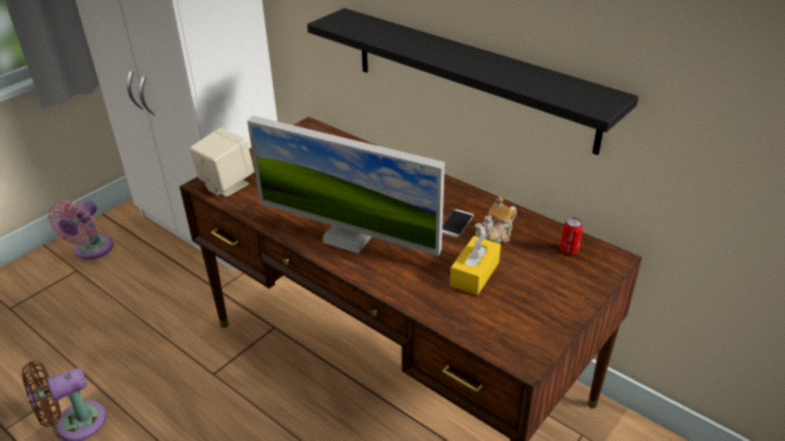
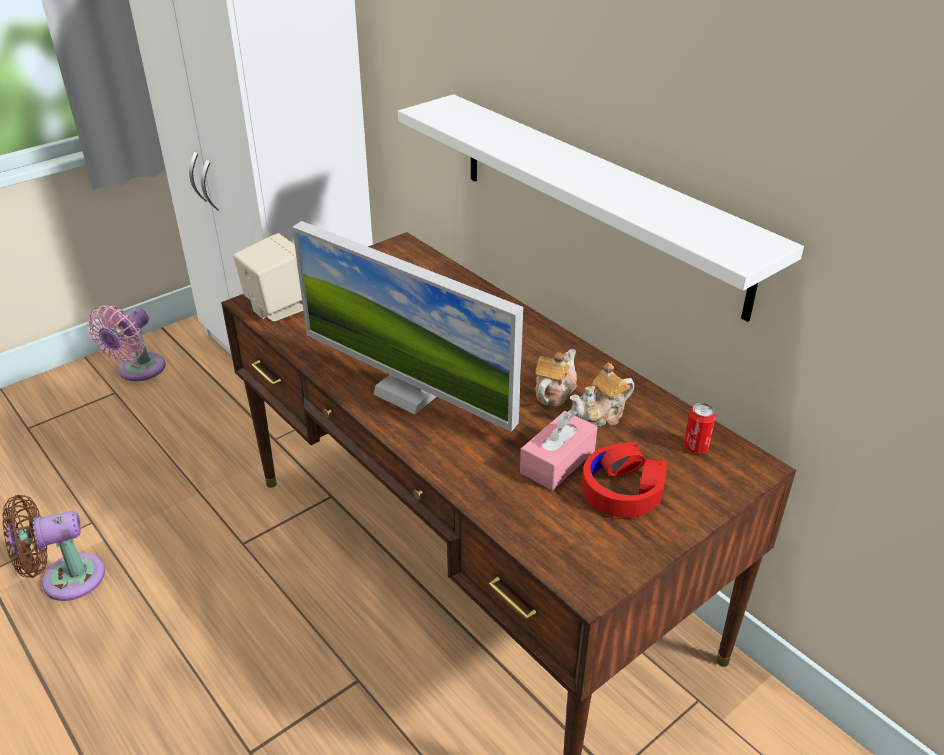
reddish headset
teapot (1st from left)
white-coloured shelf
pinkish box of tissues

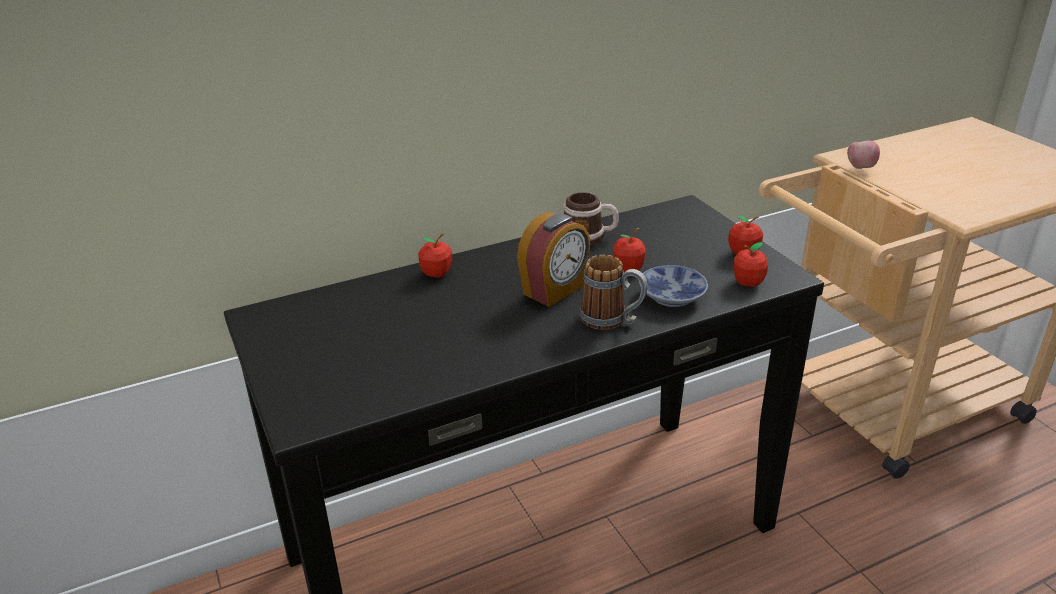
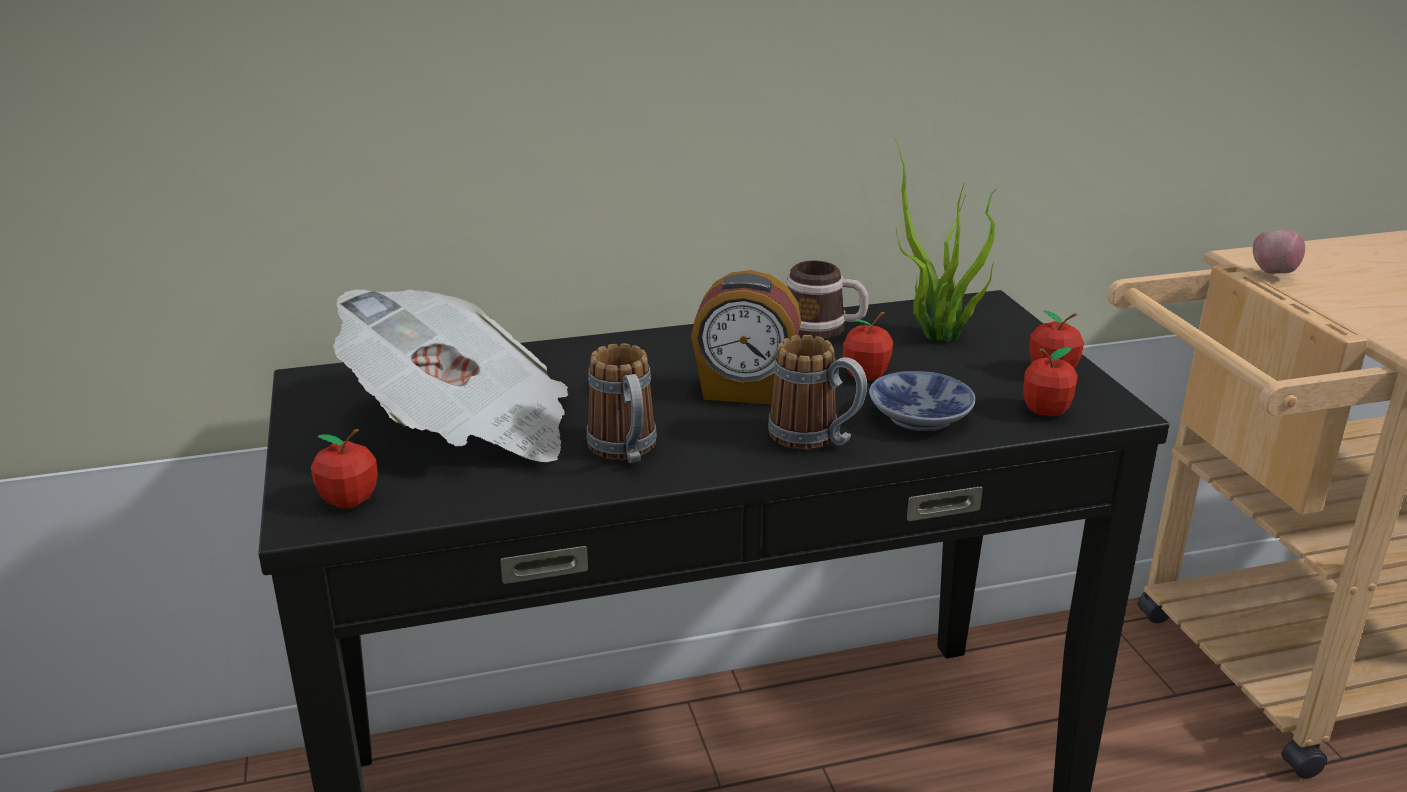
newspaper
coffee mug (1st from left)
potted plant
apple (1st from left)
alarm clock

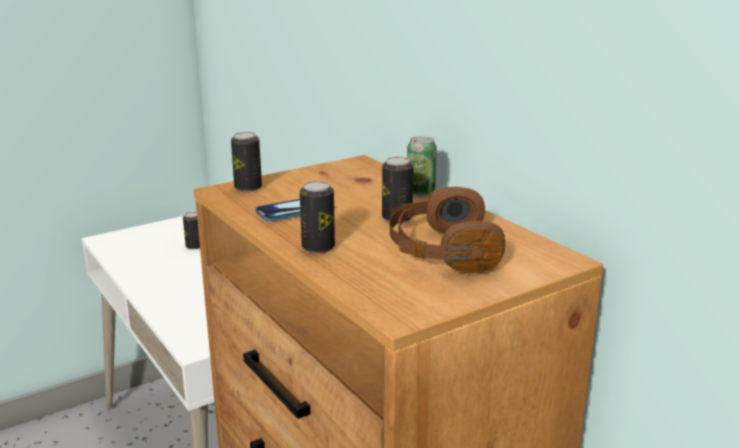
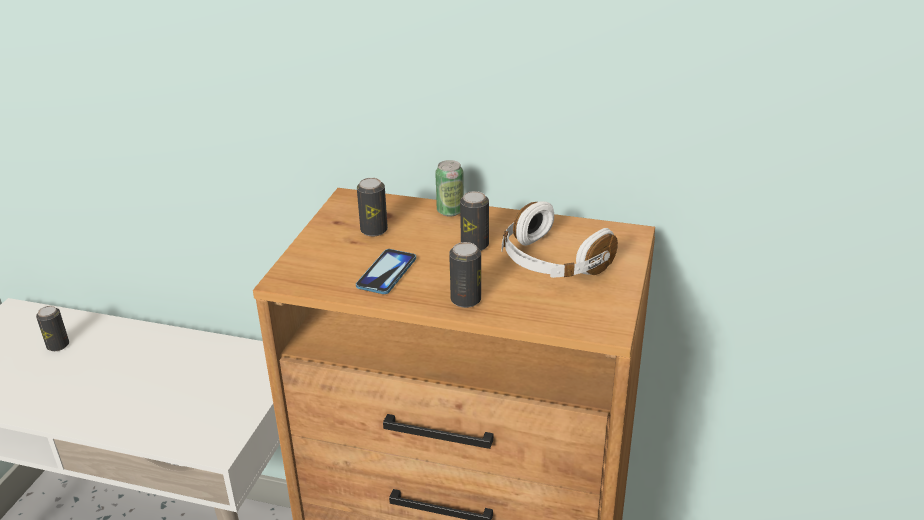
metal can (2nd from left)
white-coloured headset

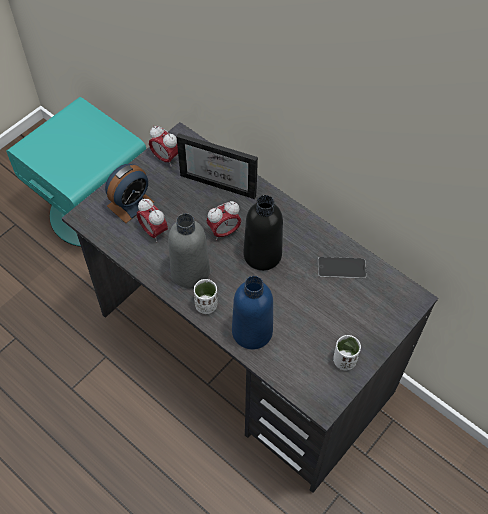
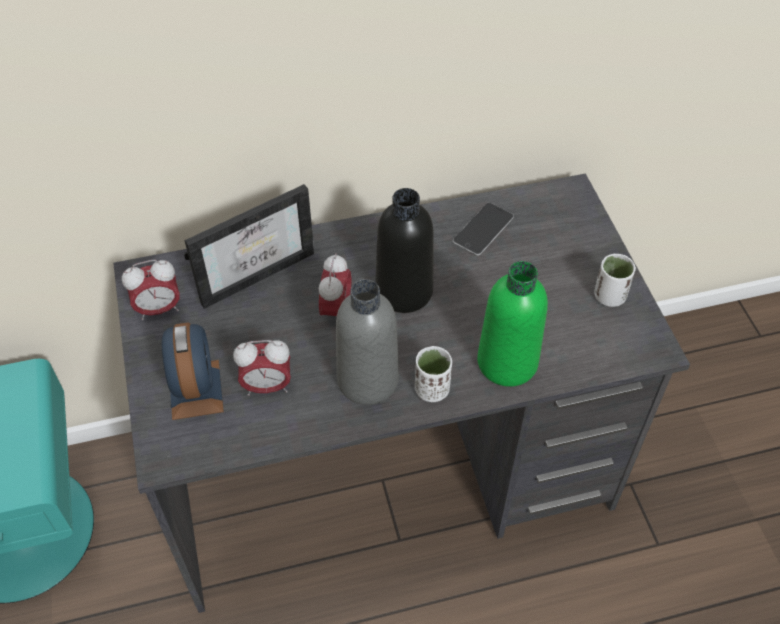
greenish drink bottle

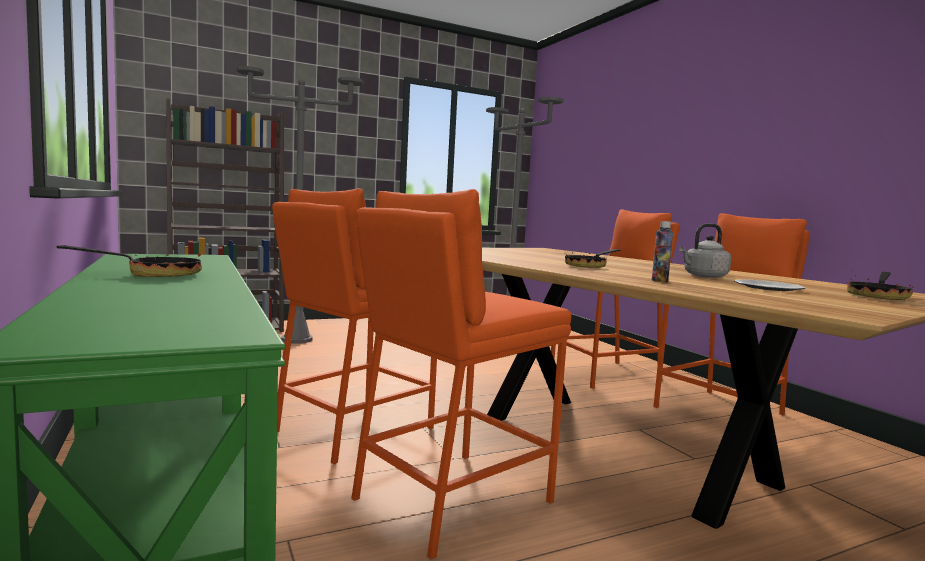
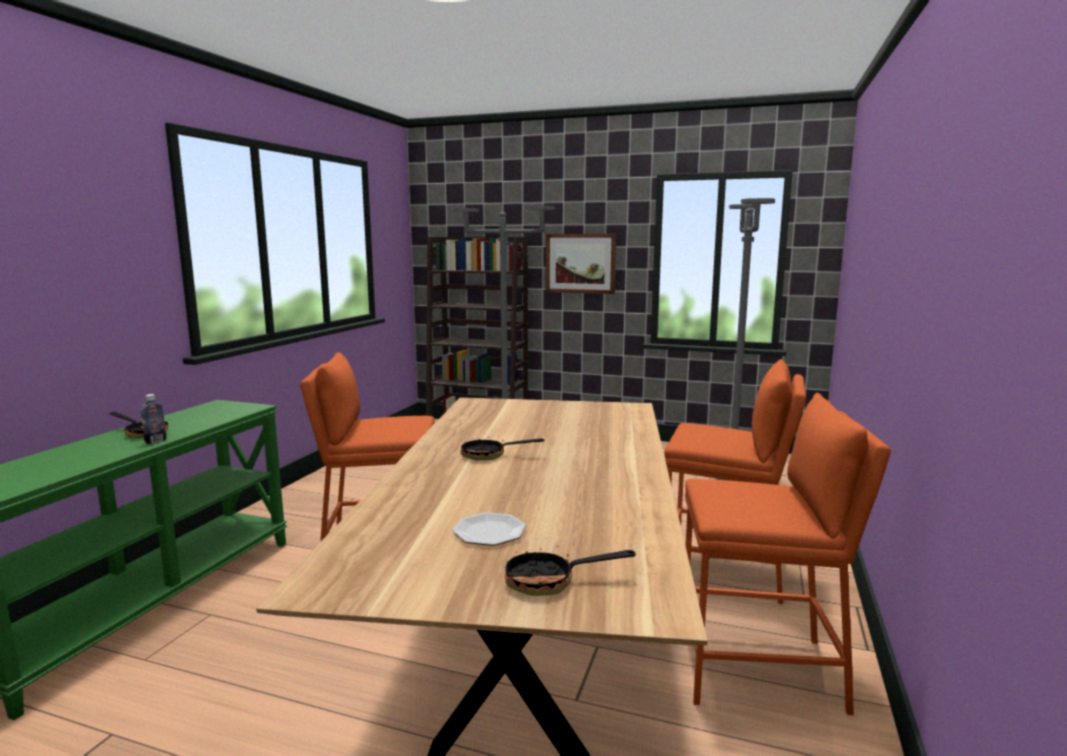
orange stool seat (2nd from left in the first image)
gray kettle
wall picture
drink bottle

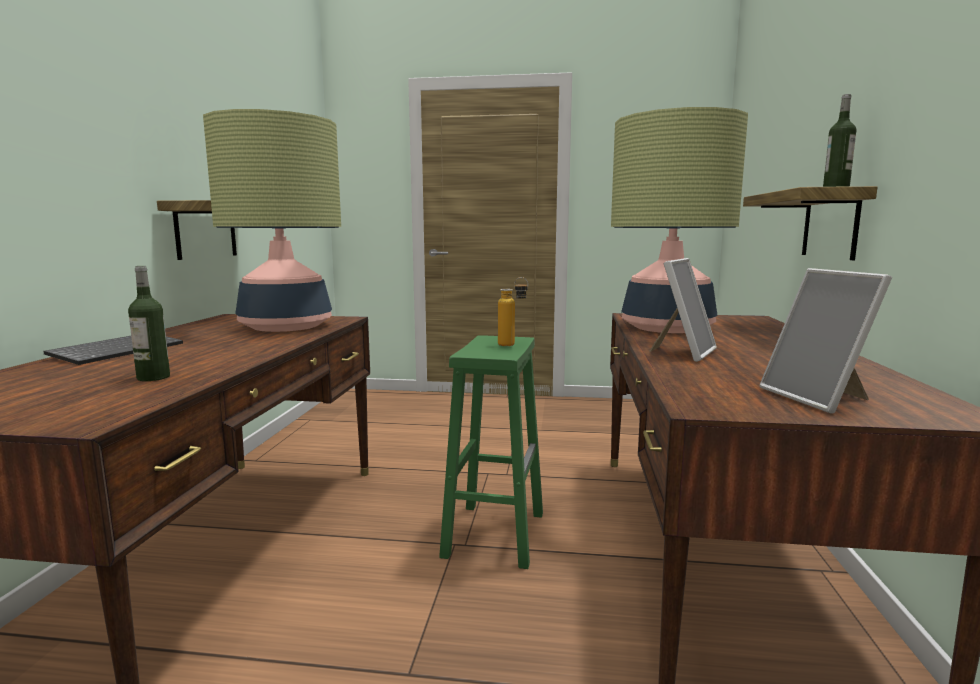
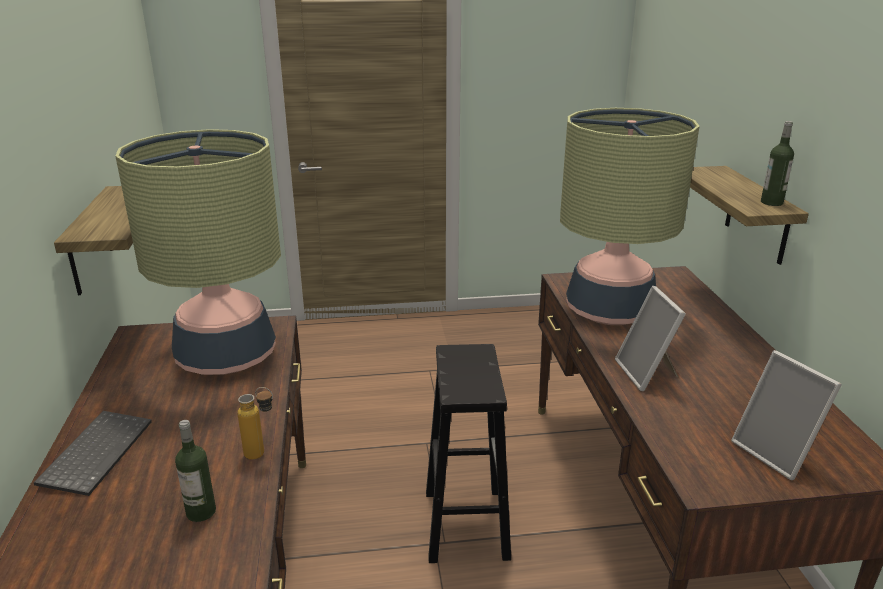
drink bottle (2nd from left)
black-coloured stool seat
photo frame (1st from left)

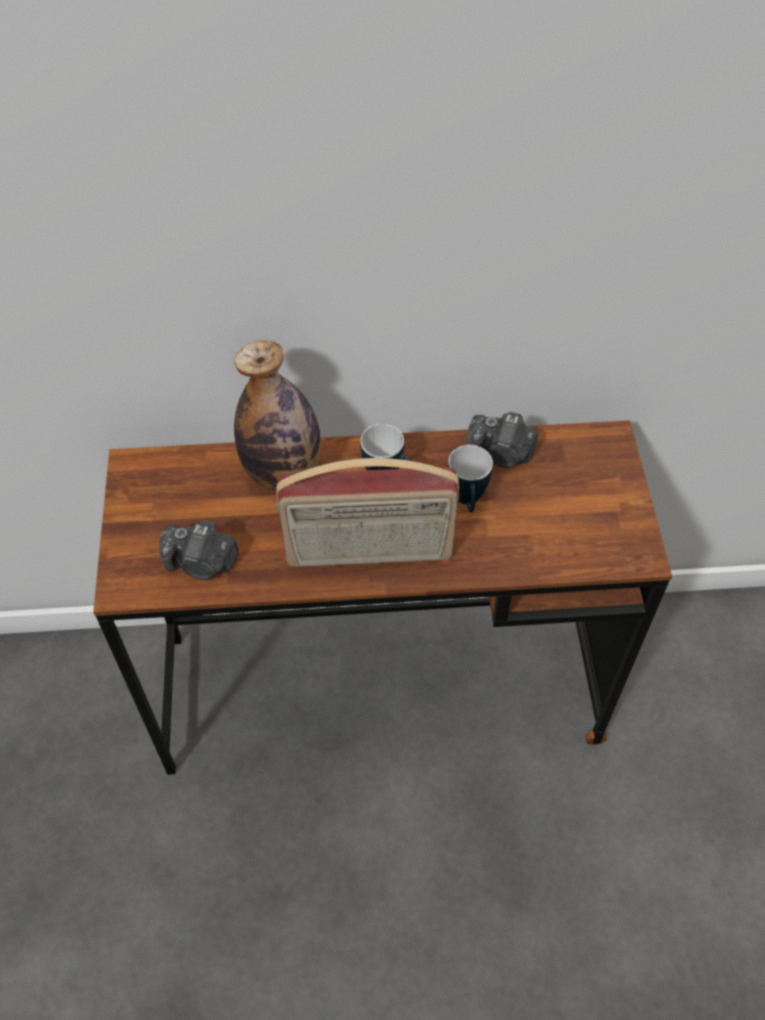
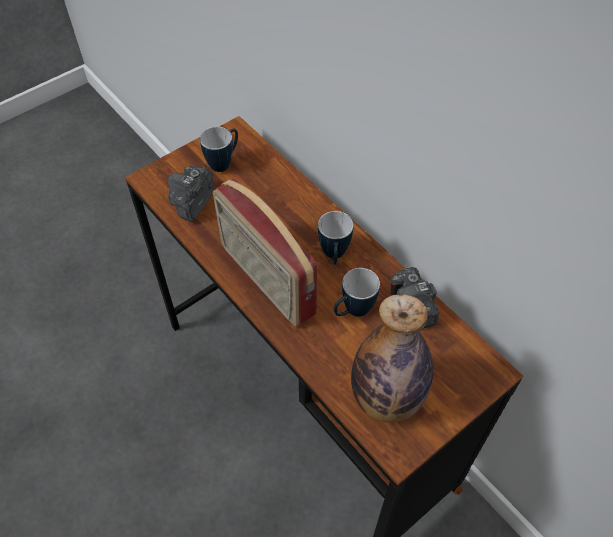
coffee mug (1st from left)
drink bottle
photo camera (1st from left)

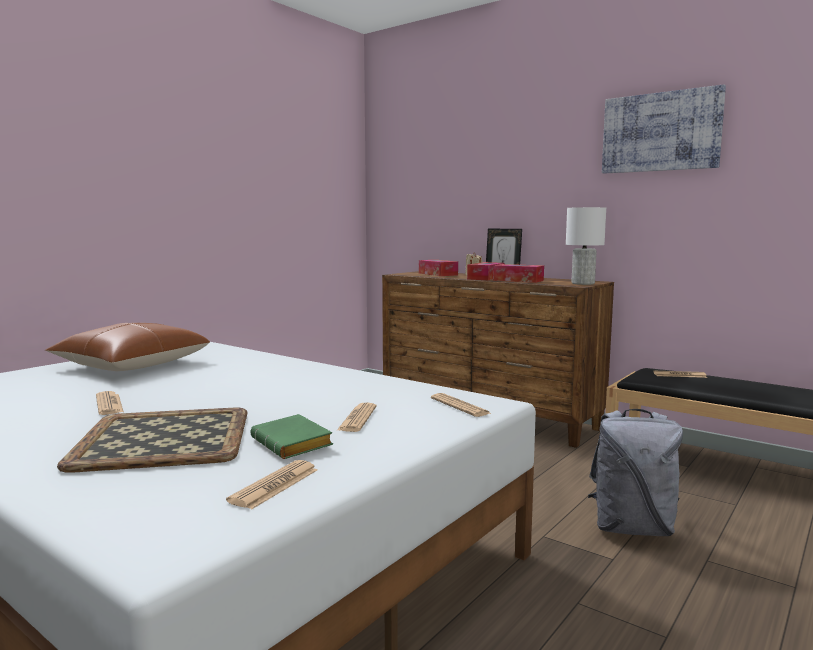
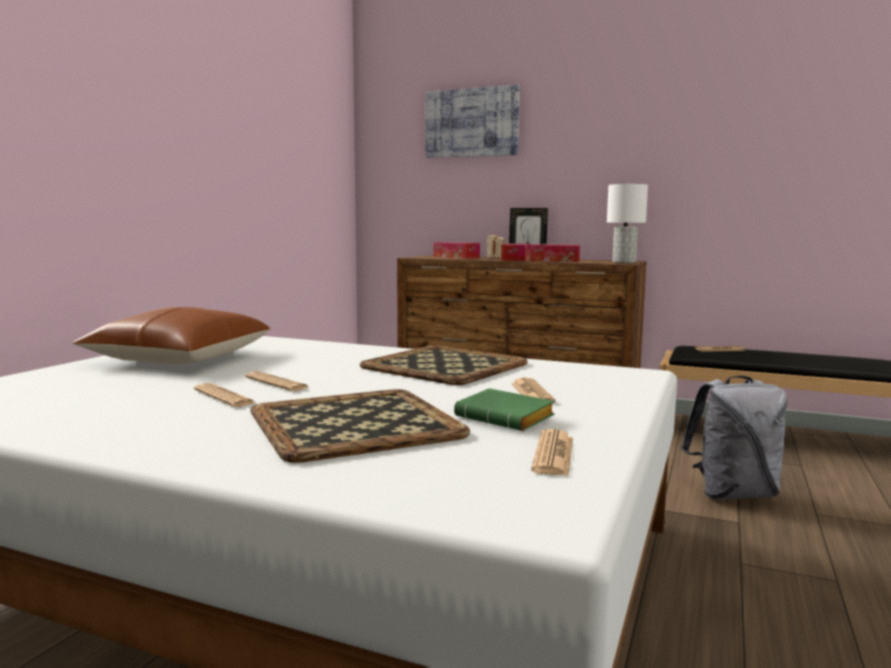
carrying tray (2nd from left)
newspaper (2nd from left)
wall picture

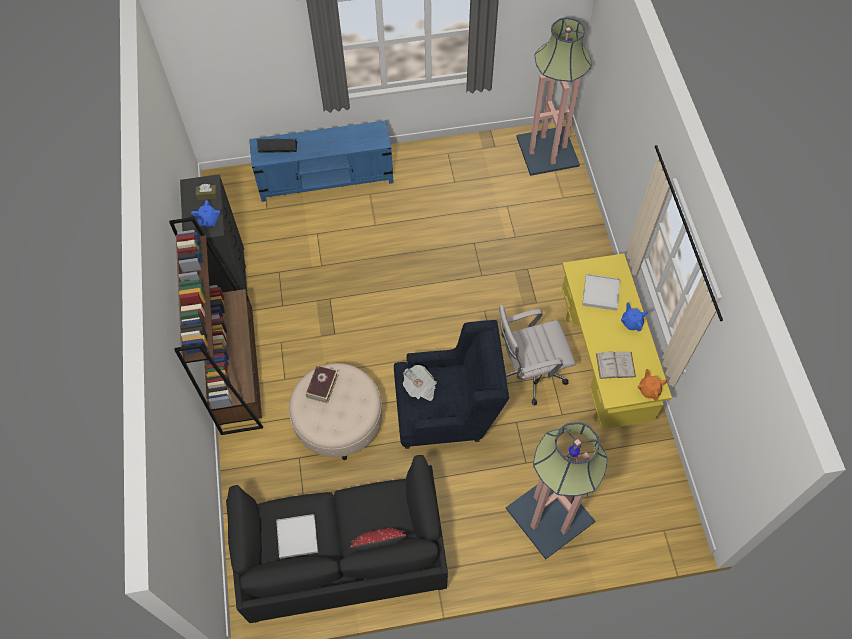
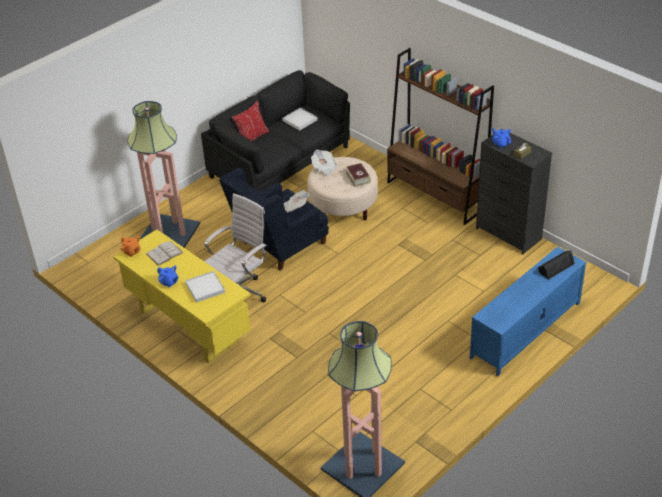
newspaper (2nd from left)

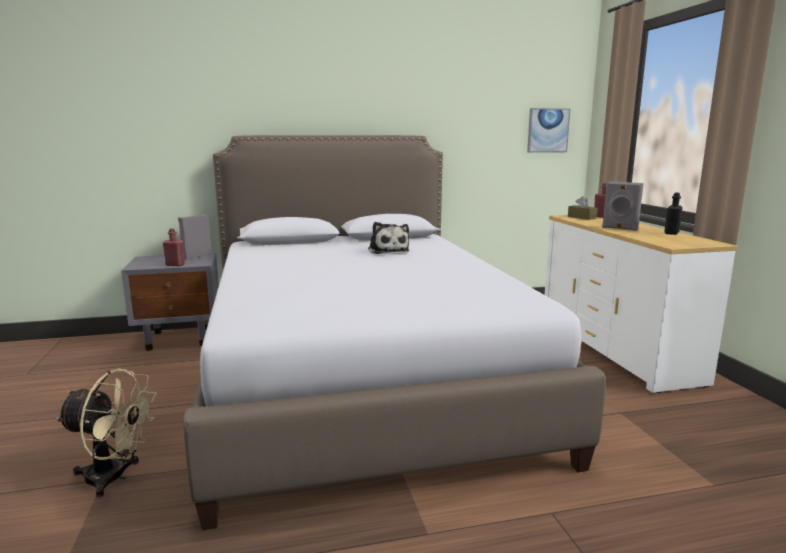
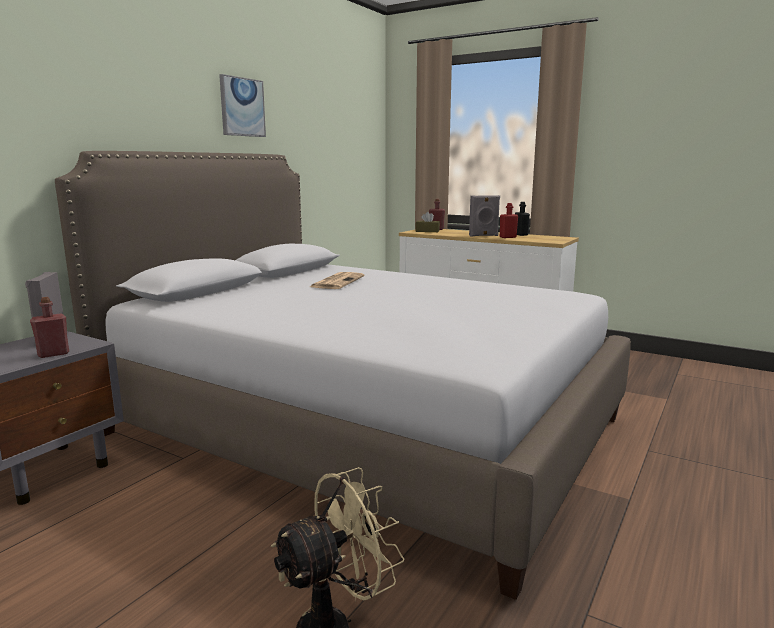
reddish drink bottle (3rd from left)
wall picture
newspaper

